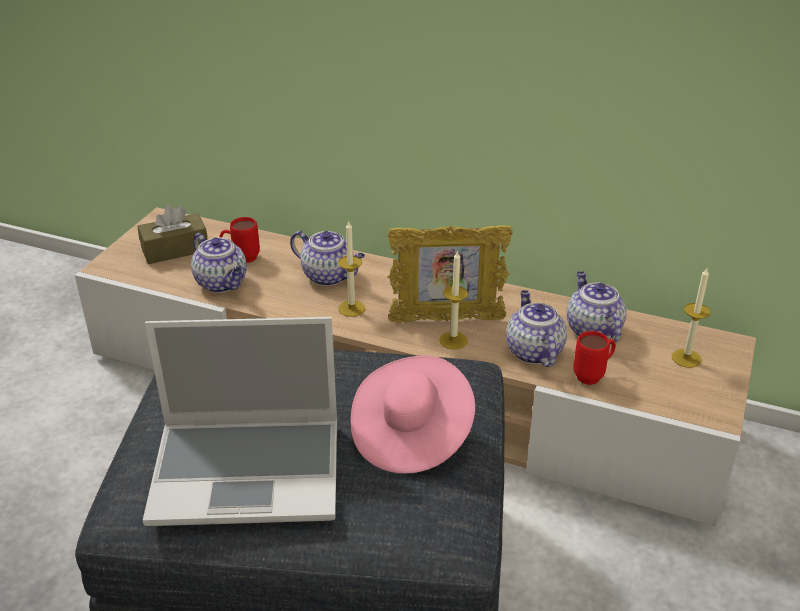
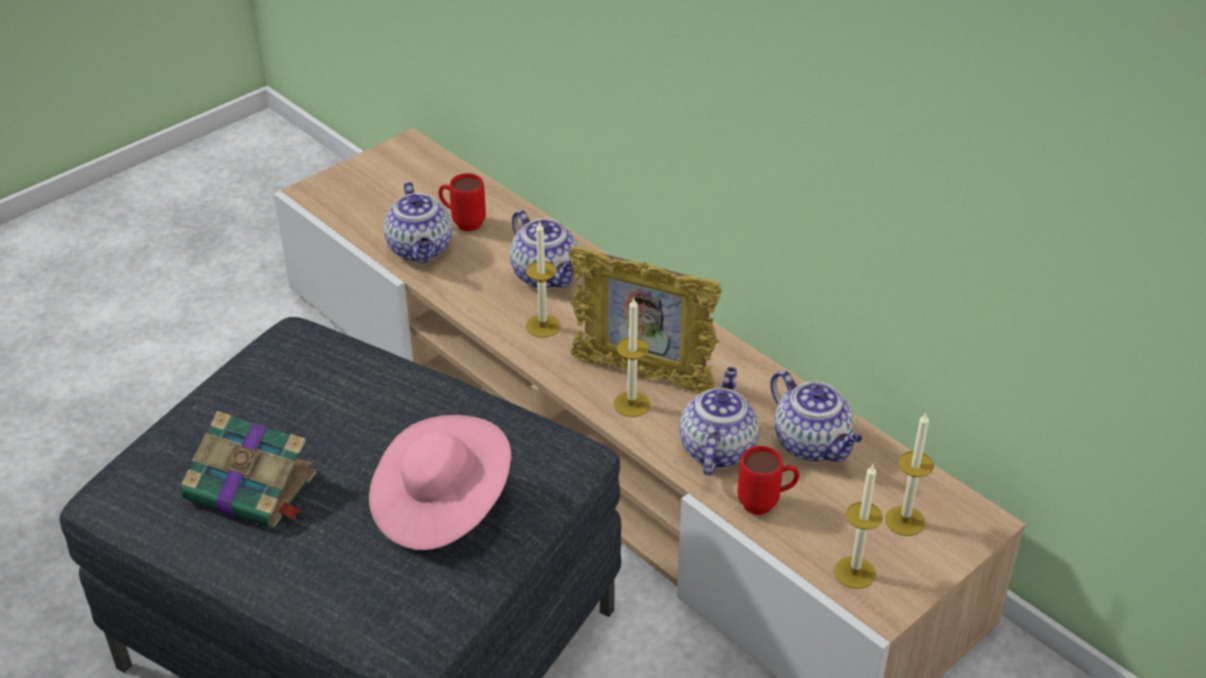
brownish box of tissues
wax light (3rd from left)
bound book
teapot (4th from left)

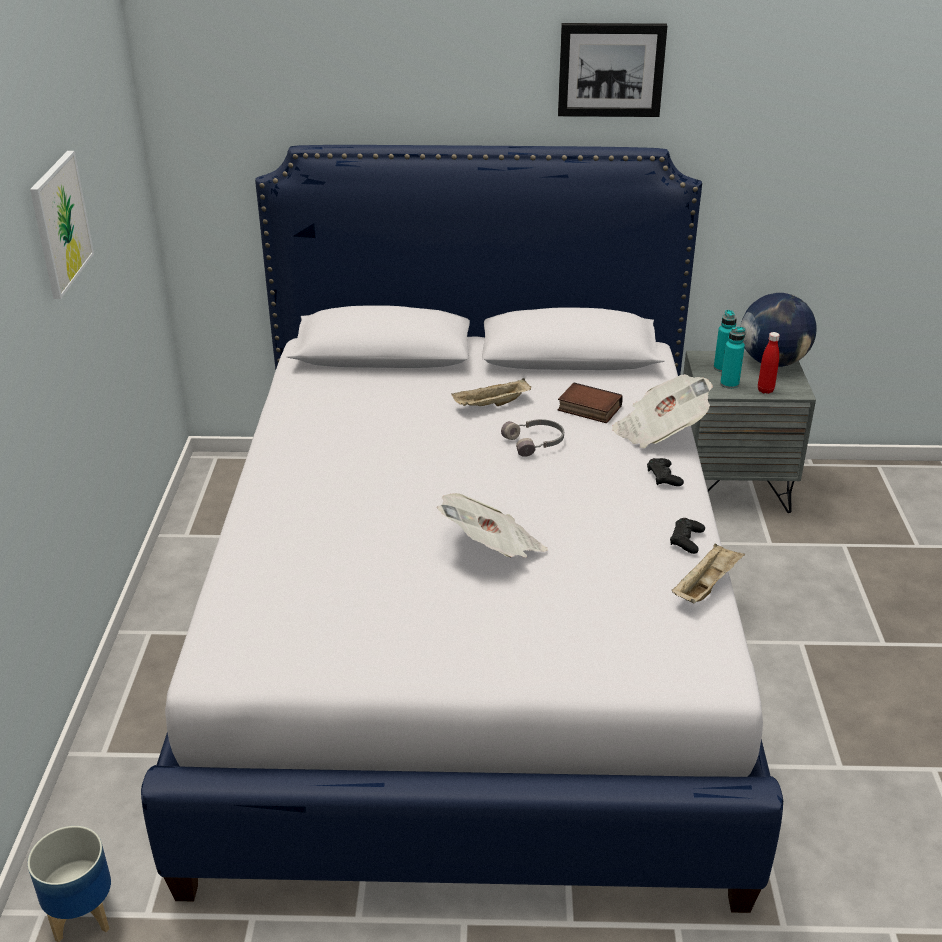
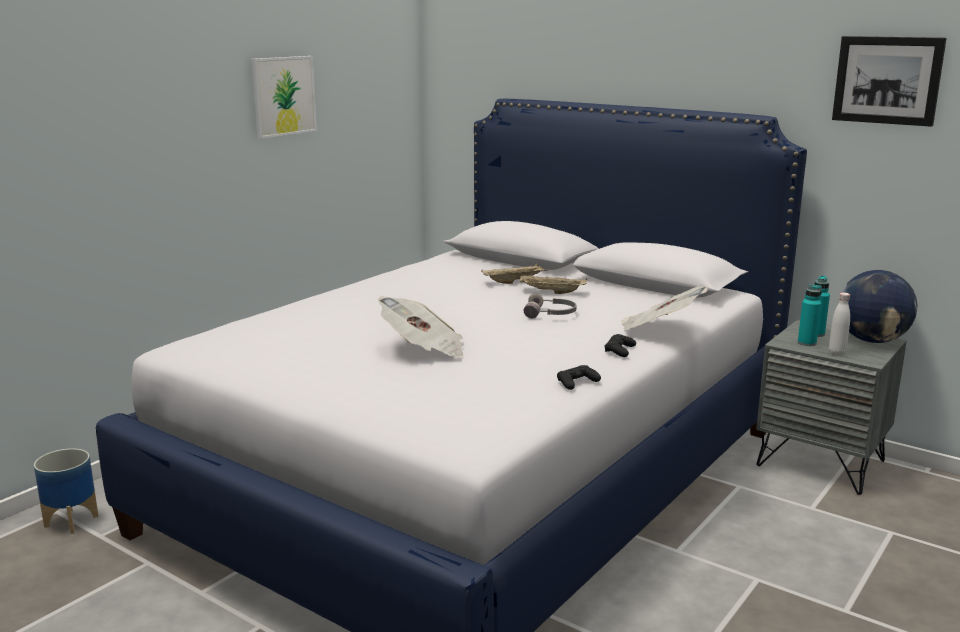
bound book
wall picture (2nd from left)
sand-coloured carrying tray (1st from left)
white-coloured drink bottle

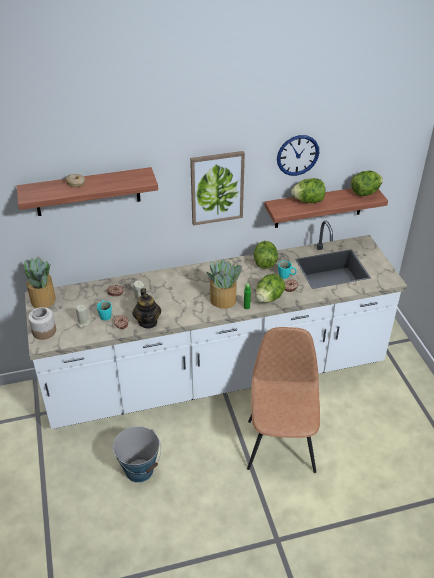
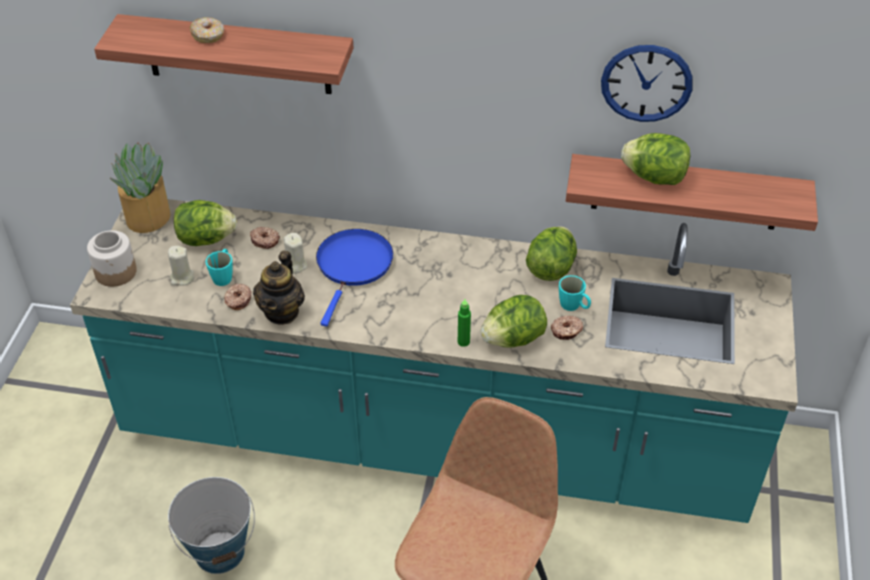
wall picture
potted plant (2nd from left in the first image)
blue-coloured skillet
lettuce (1st from left)
turquoise kitchen base unit

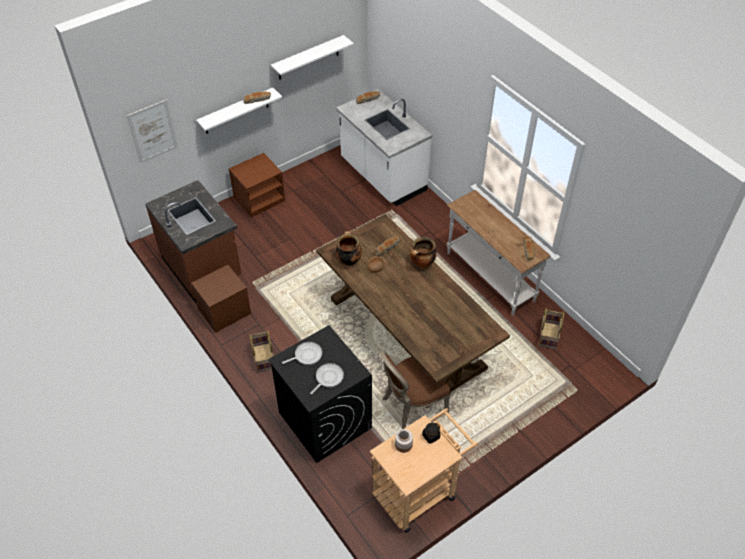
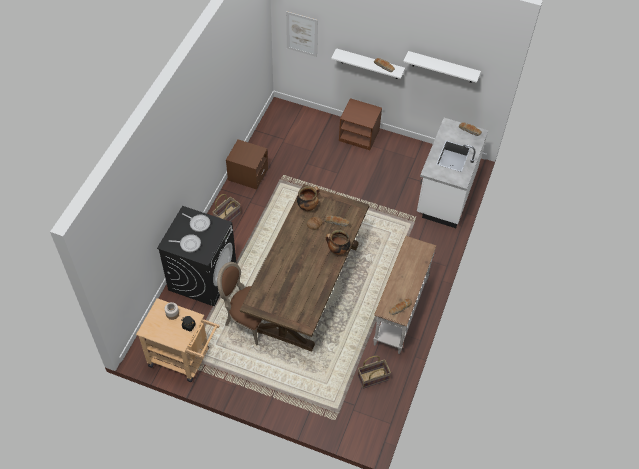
brownish kitchen base unit

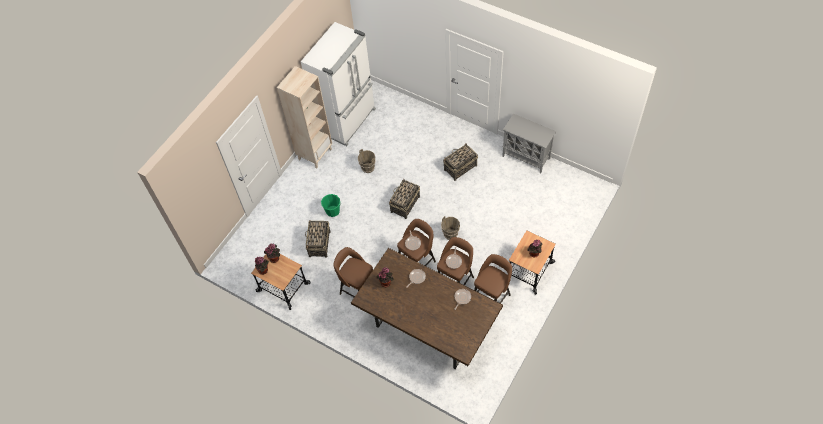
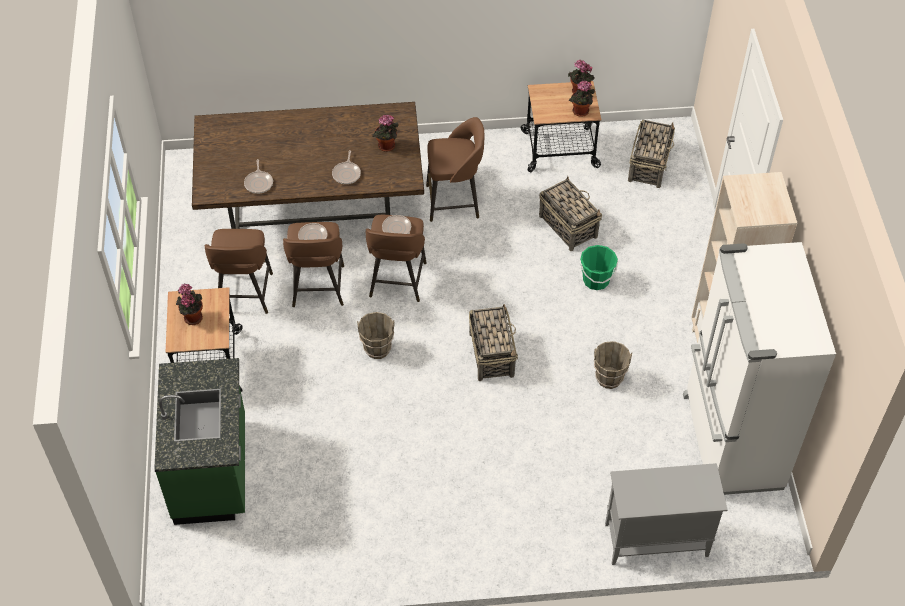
greenish kitchen base unit
storage basket (3rd from left)
gray storage cabinet

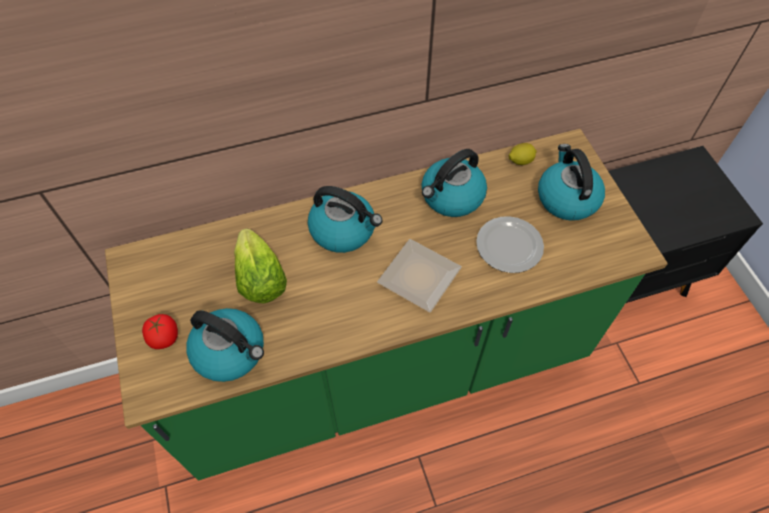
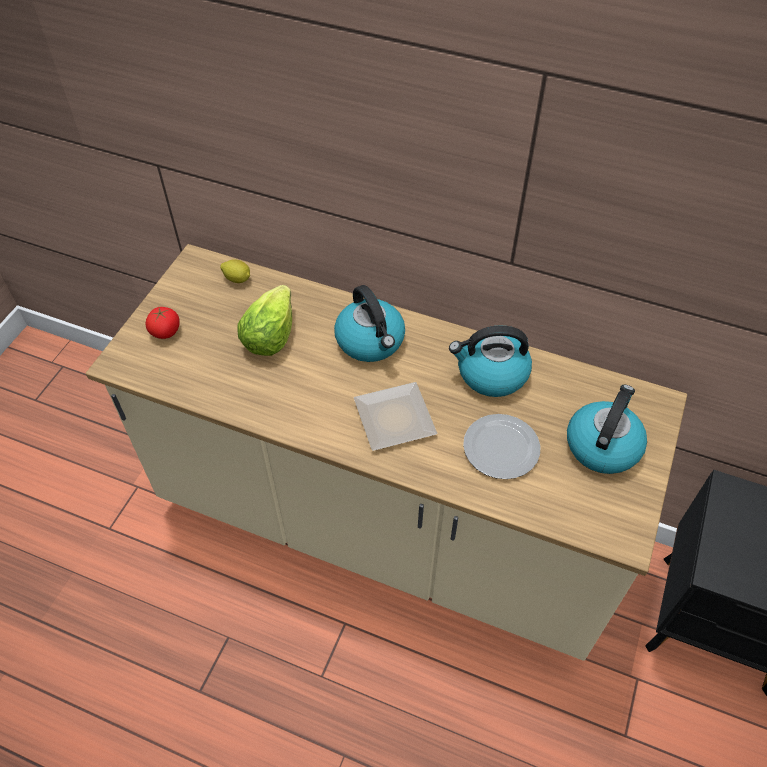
kettle (1st from left in the first image)
whole lemon
sand-coloured kitchen base unit

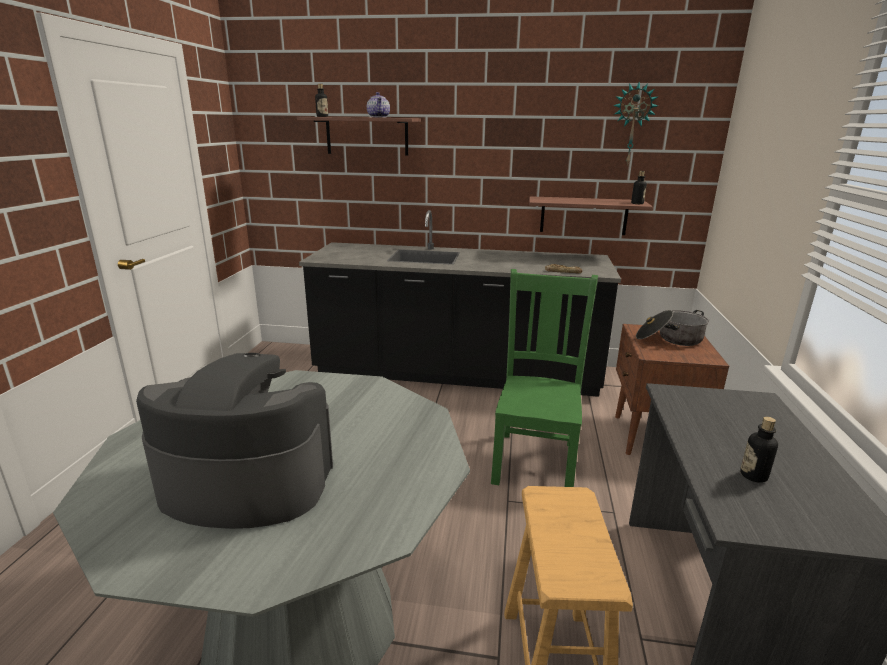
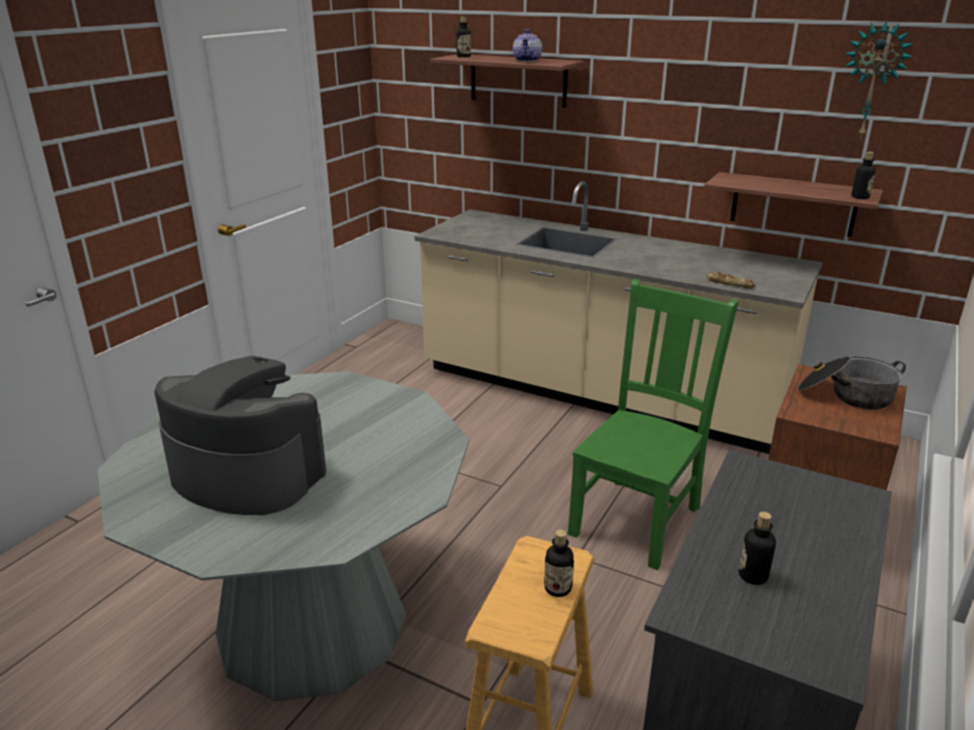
drink bottle (2nd from left)
sand-coloured kitchen base unit

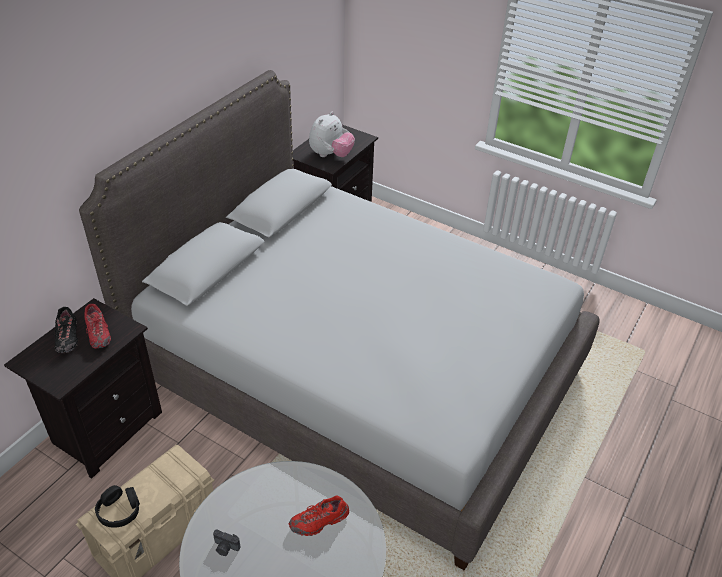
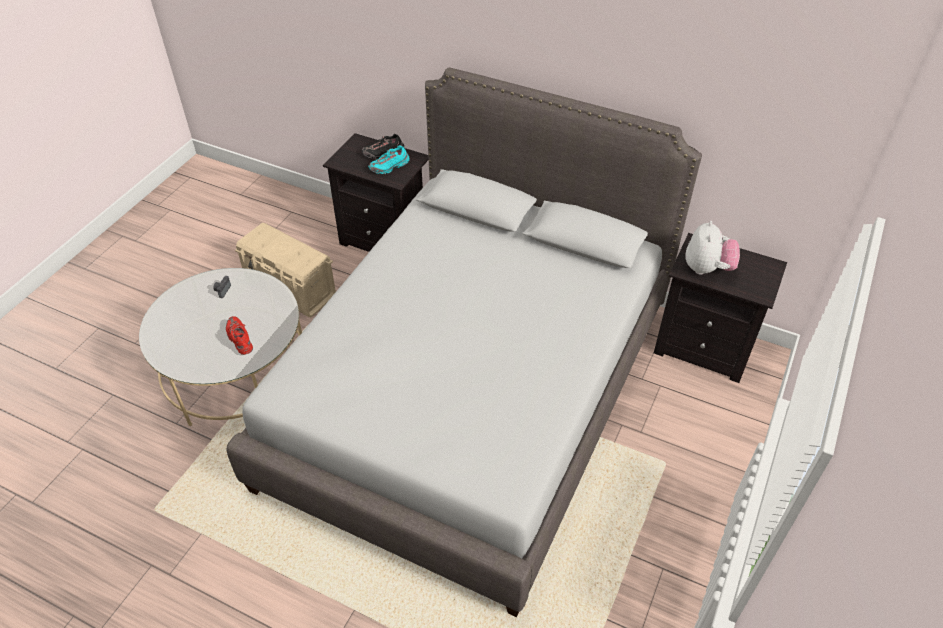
black-coloured headset
turquoise item of footwear
cuddly toy

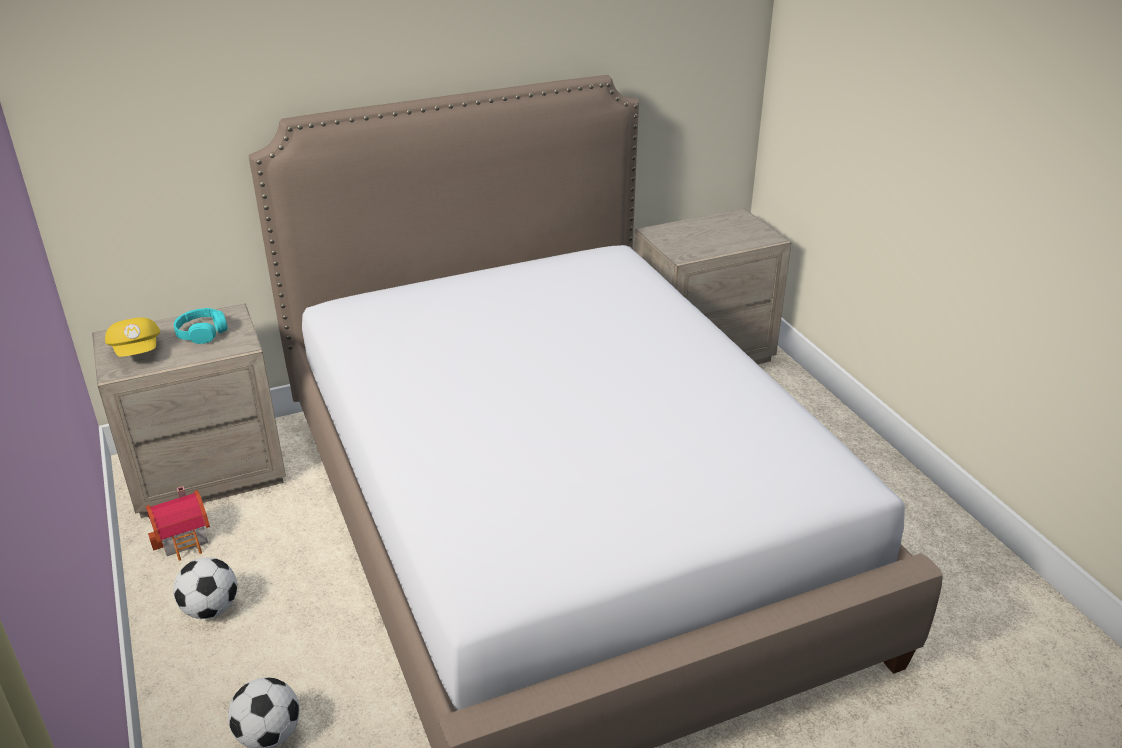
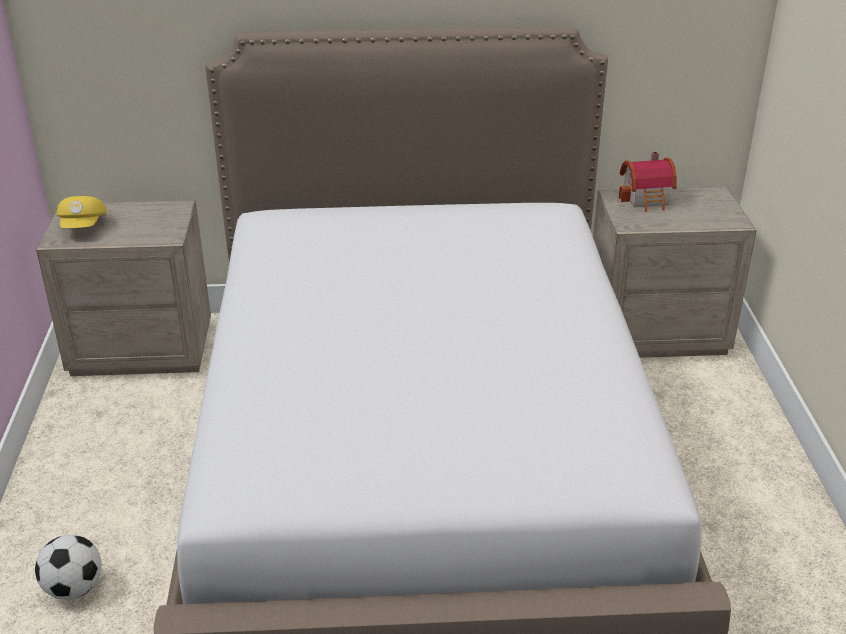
football (1st from left in the first image)
turquoise headset
model house

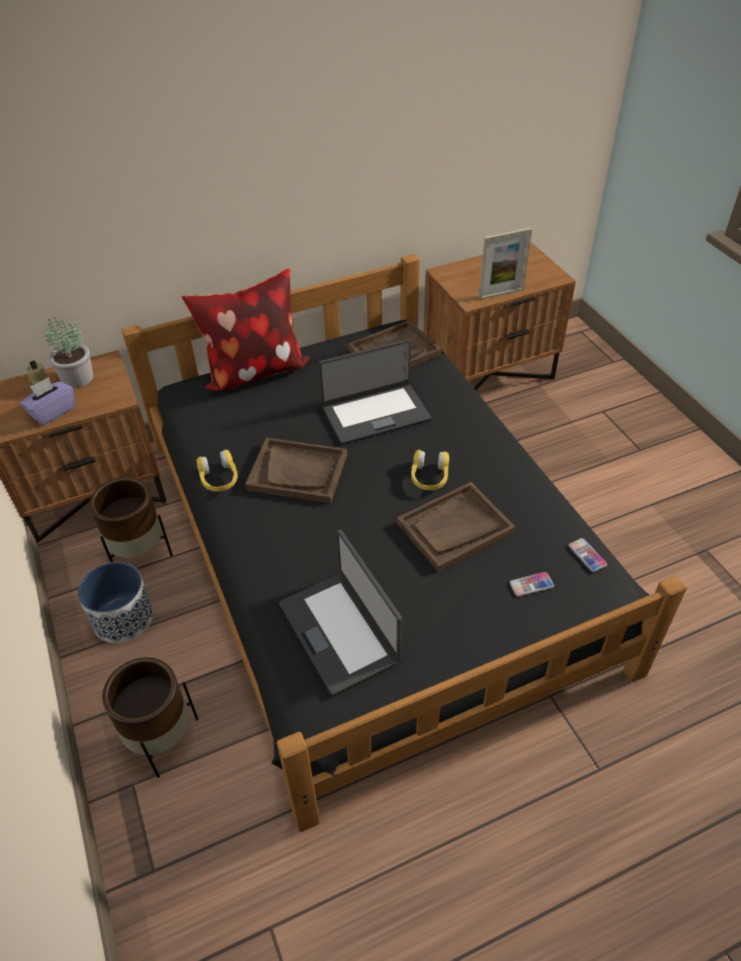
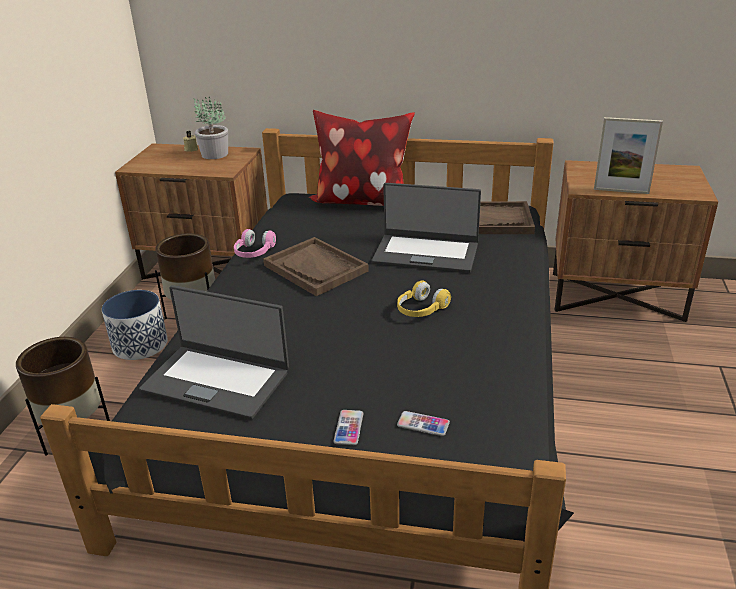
purple box of tissues
brownish carrying tray (3rd from left in the first image)
telephone (1st from left)
pinkish headset
portable computer (1st from left)

